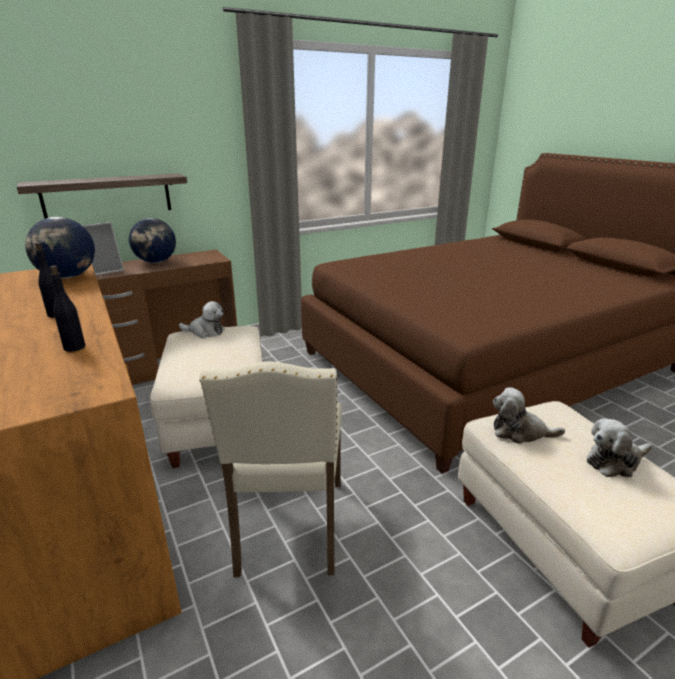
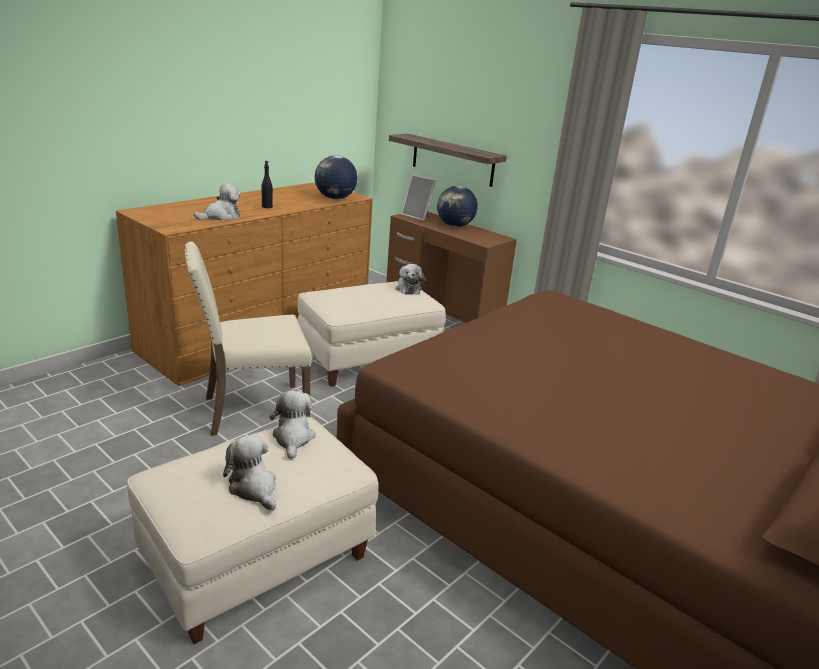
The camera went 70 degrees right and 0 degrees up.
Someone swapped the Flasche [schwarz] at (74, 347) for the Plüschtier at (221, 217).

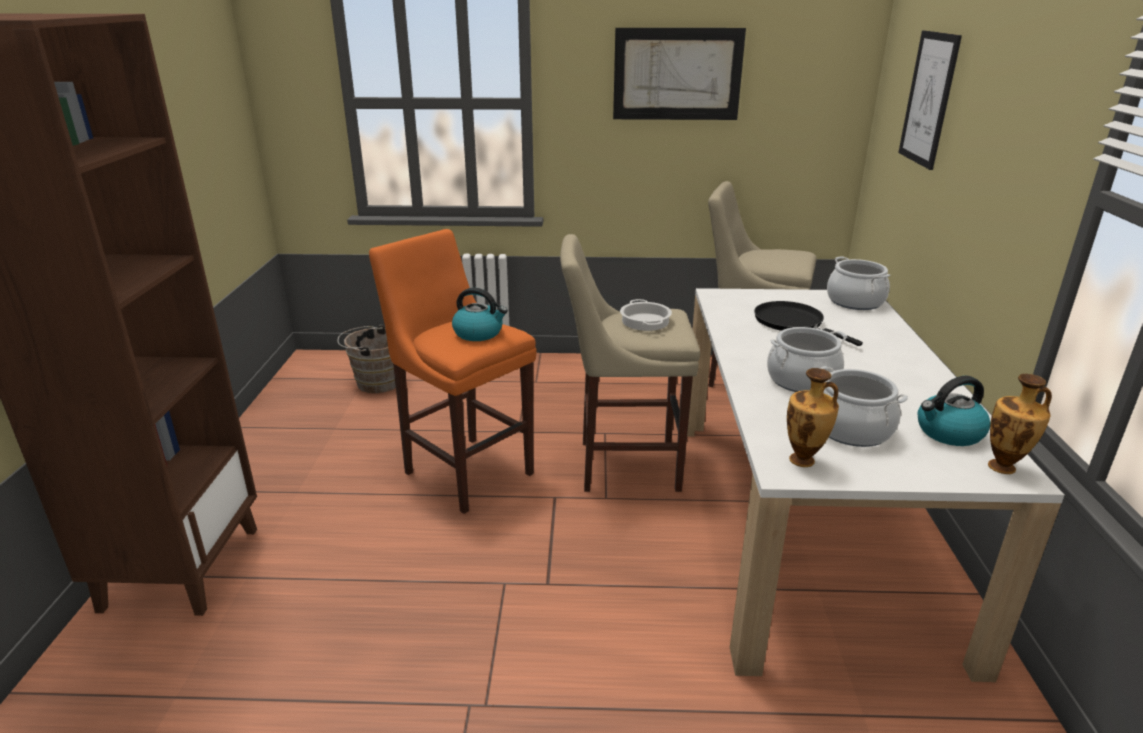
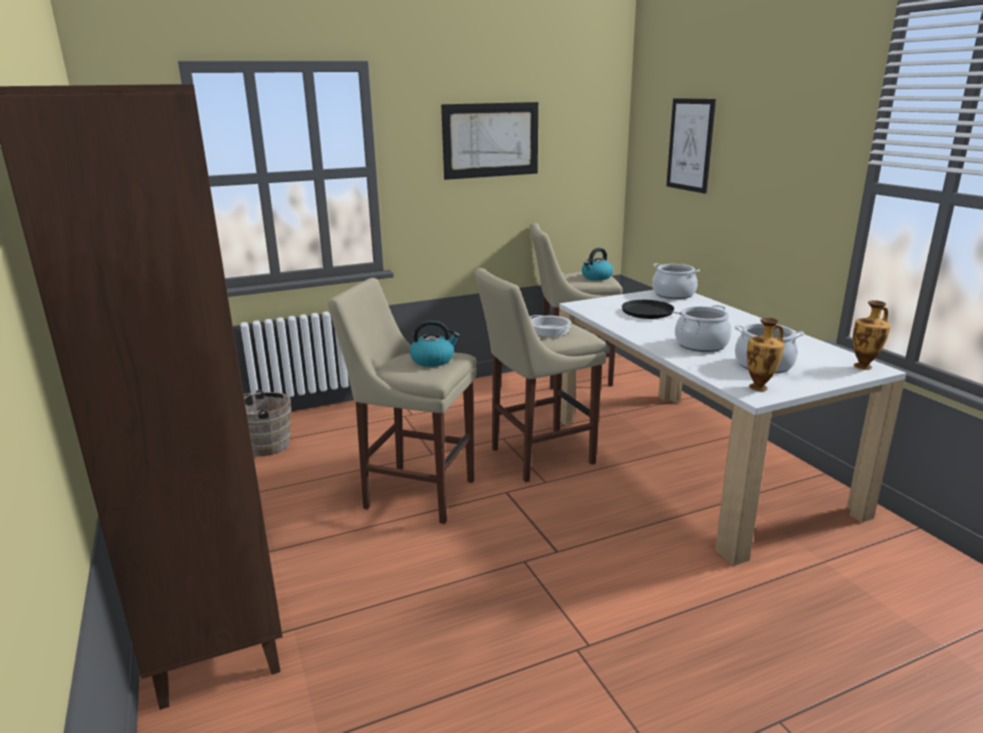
The camera went 25 degrees left and 5 degrees down.
Someone repainted the Hocker [orange] at (465, 470), which became the Hocker [beige] at (415, 492).
Someone carried the Wasserkessel from (948, 433) to (596, 277).

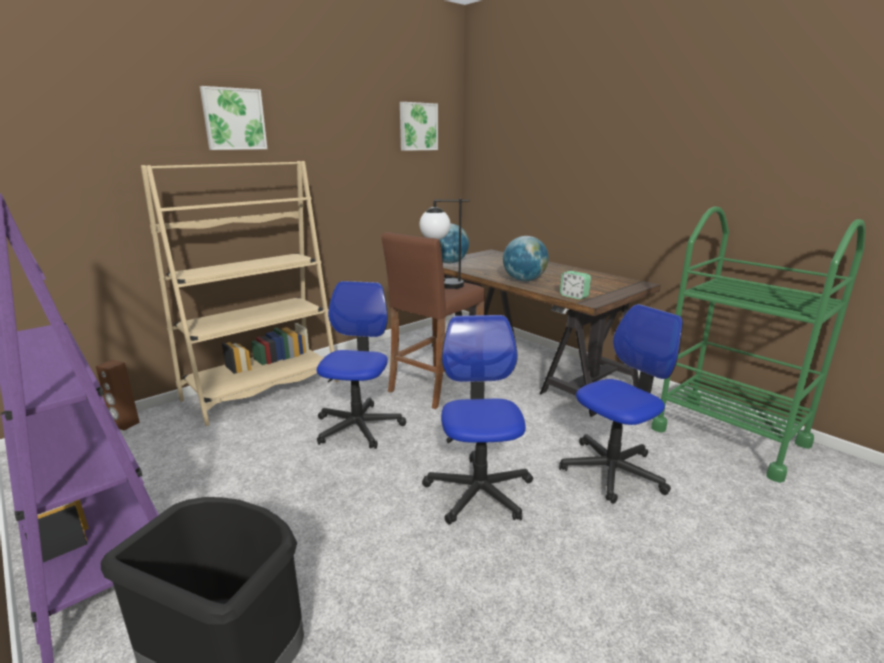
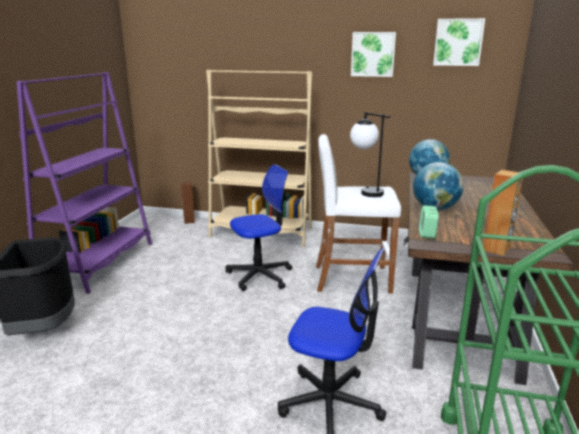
The camera went 55 degrees right and 0 degrees up.
Someone carried the Bild from (234, 119) to (373, 54).
Someone repainted the Hocker [braun] at (435, 385), which became the Hocker [weiß] at (351, 279).
Someone took away the Bürostuhl at (479, 491).
Someone put down the Lautsprecher [braun] at (496, 249).

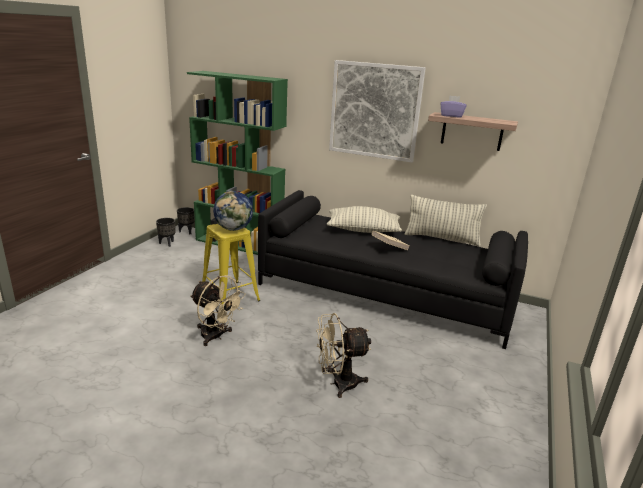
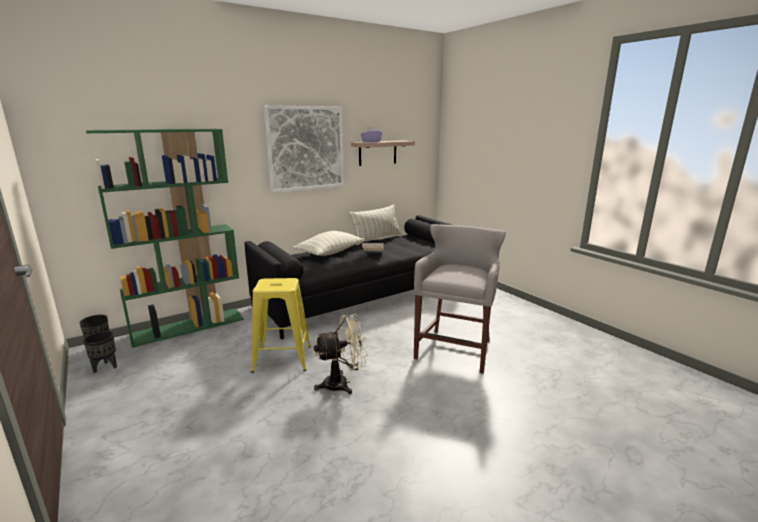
The camera went 55 degrees left and 5 degrees down.
Someone took away the Globus at (234, 229).
Someone swapped the Ventilator [beige] at (338, 383) for the Hocker [grau] at (455, 348).

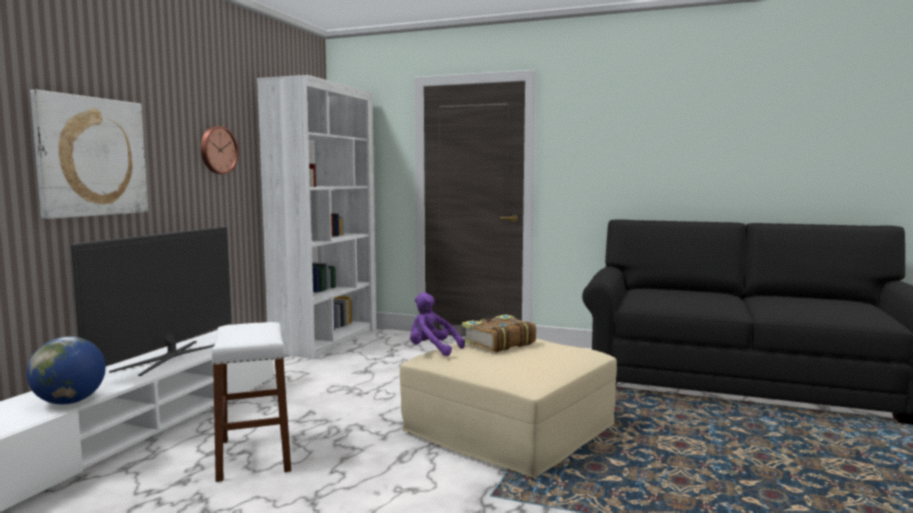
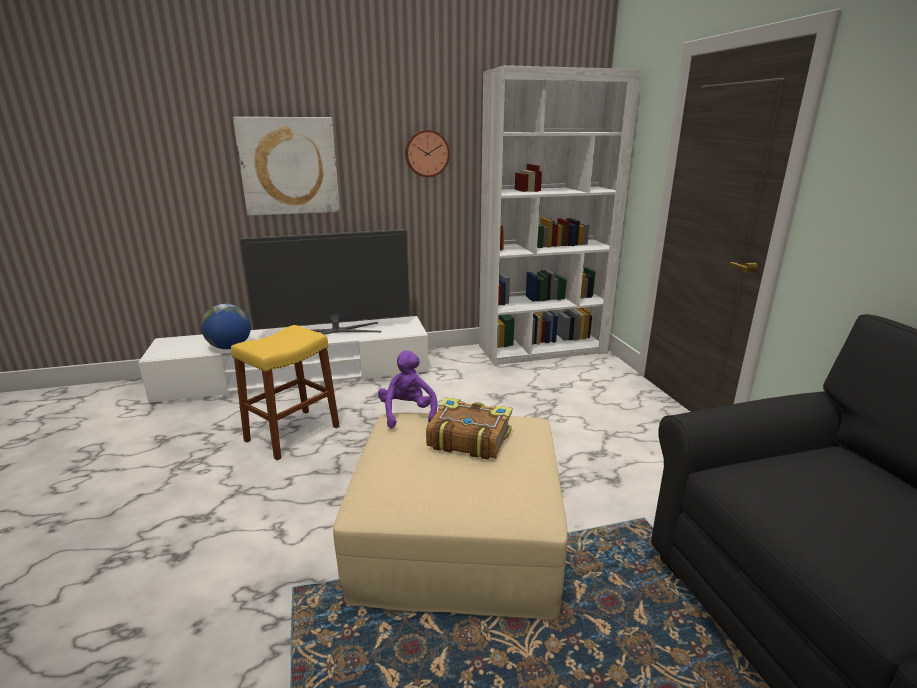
The camera went 55 degrees right and 15 degrees up.
Someone repainted the Hocker [weiß] at (254, 455), which became the Hocker [gelb] at (292, 433).

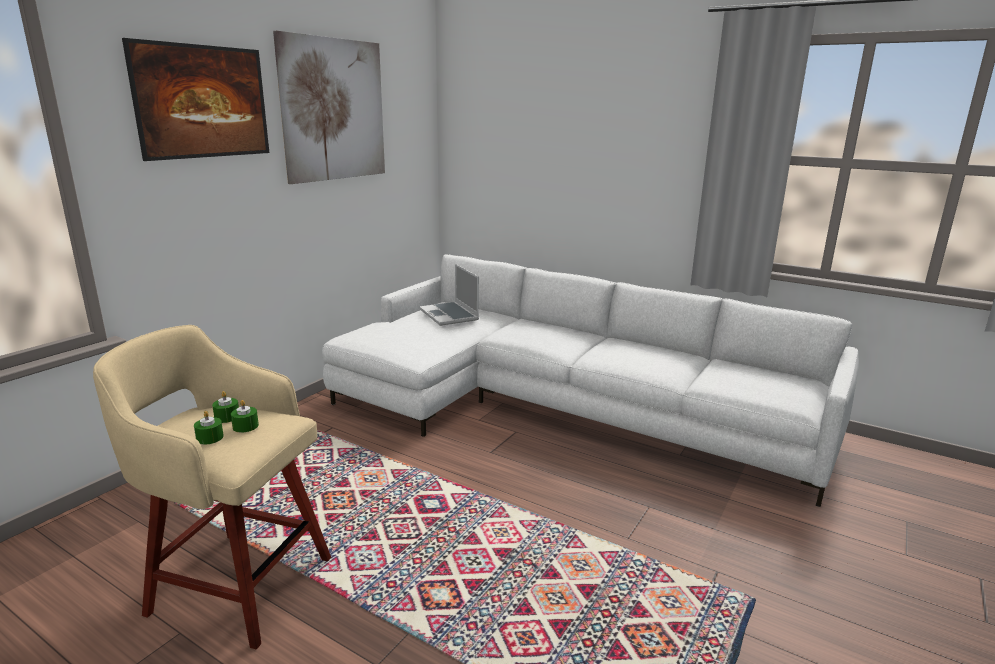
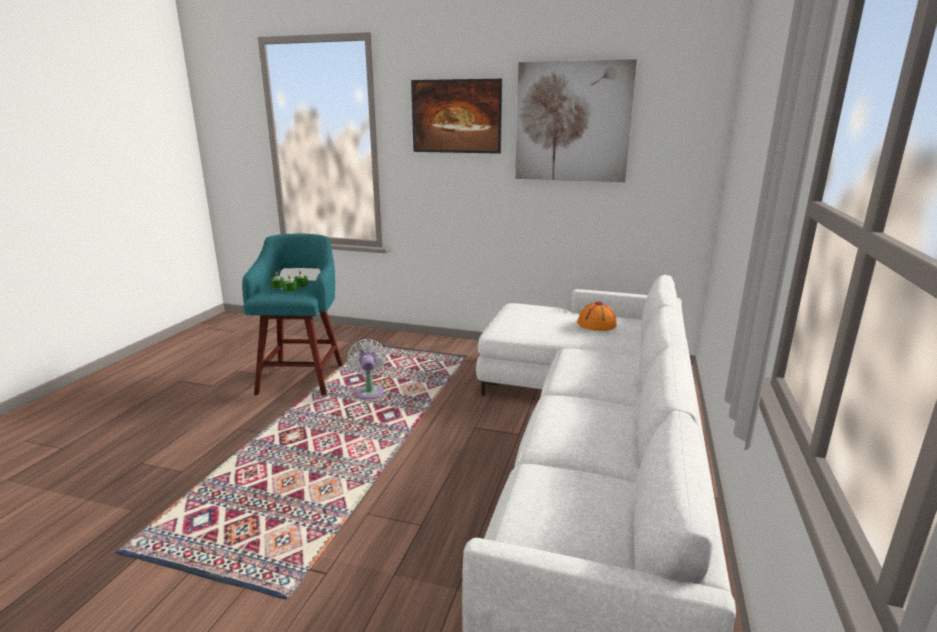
The camera went 75 degrees right and 0 degrees up.
Someone repainted the Hocker [beige] at (237, 583), which became the Hocker [türkis] at (302, 377).
Someone swapped the Laptop at (450, 315) for the Hut [orange] at (597, 324).
Someone put down the Ventilator [weiß] at (369, 391).

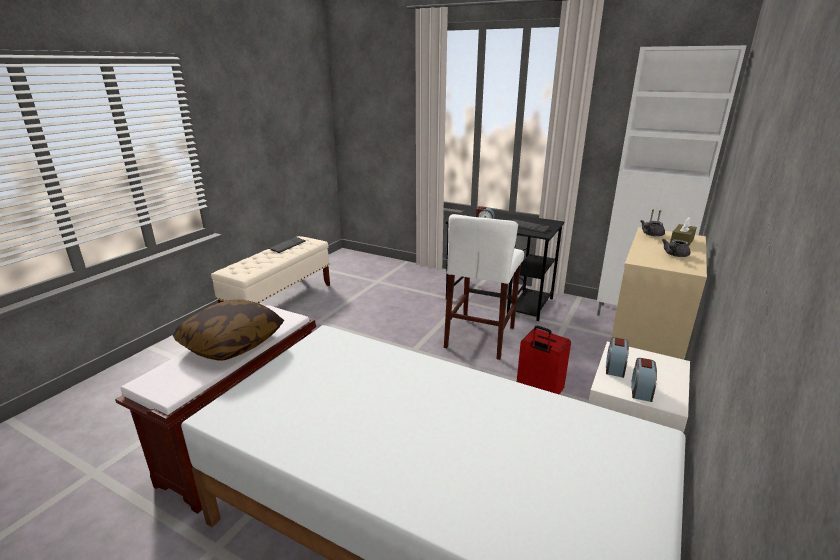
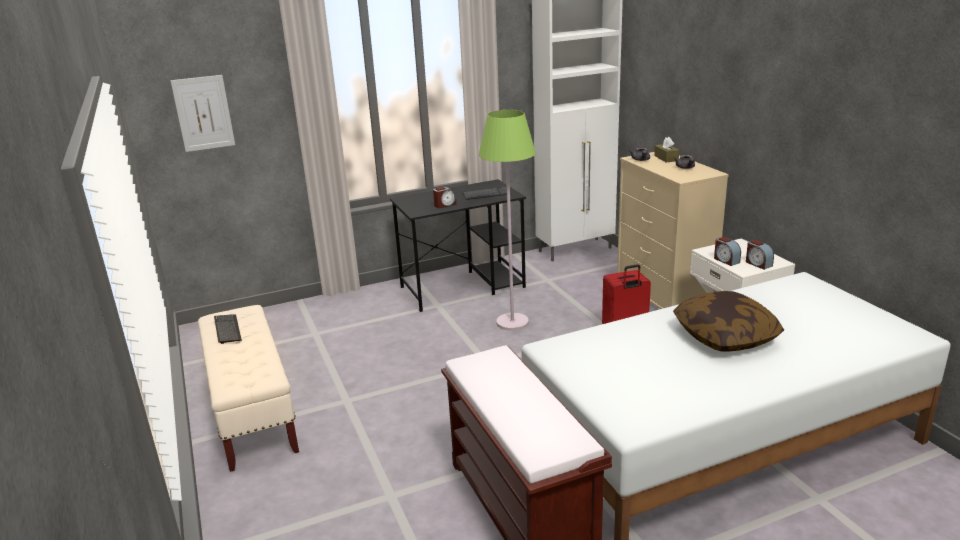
The camera went 50 degrees left and 0 degrees up.
Someone carried the Kissen from (232, 343) to (725, 336).
Someone swapped the Hocker [weiß] at (480, 337) for the Stehlampe [grün] at (512, 323).
Someone put up the Bild at (203, 113).

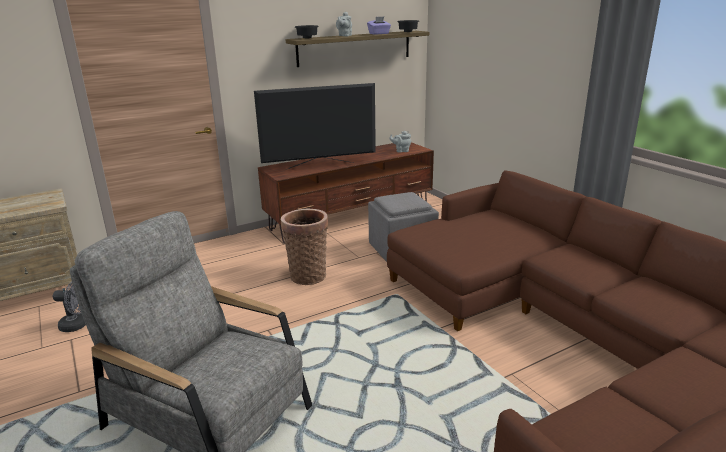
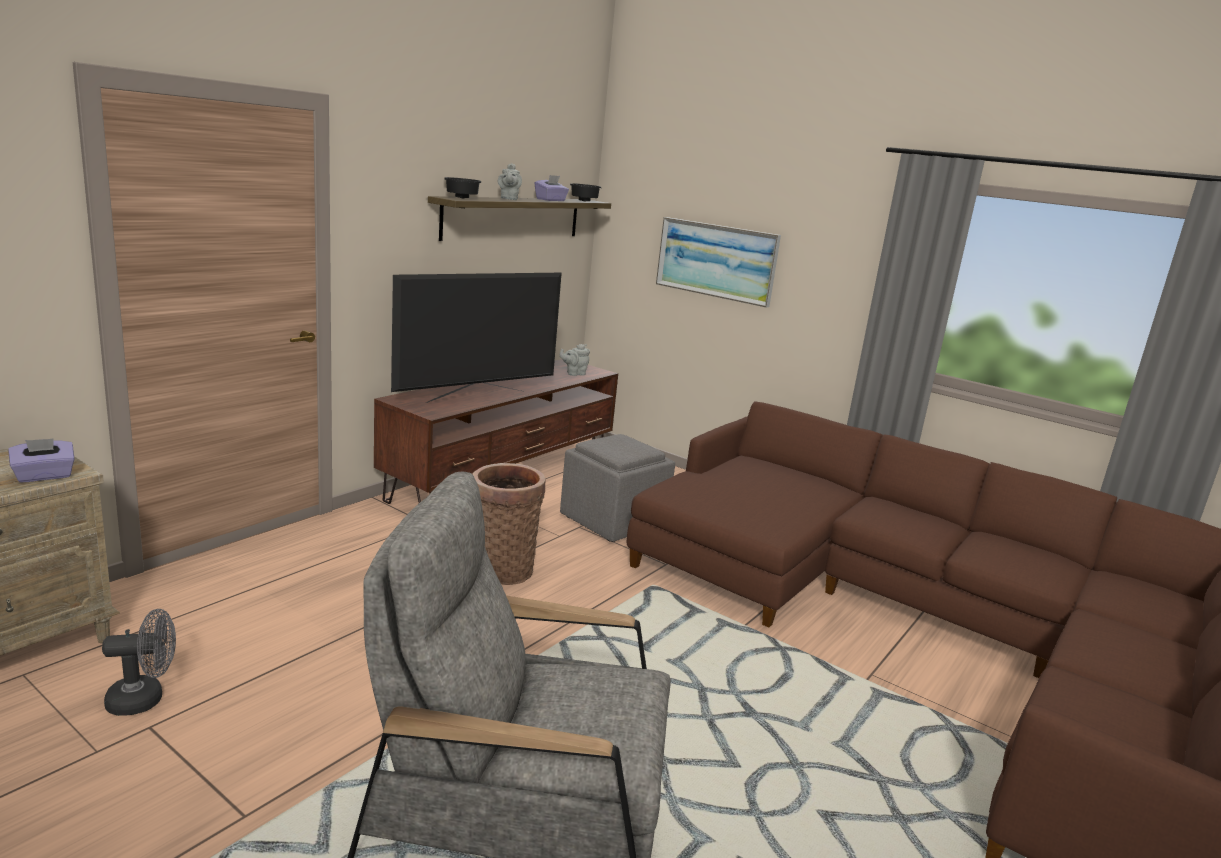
The camera went 25 degrees left and 5 degrees down.
Someone put down the Taschentuchbox [lila] at (44, 476).
Someone put up the Bild at (716, 260).

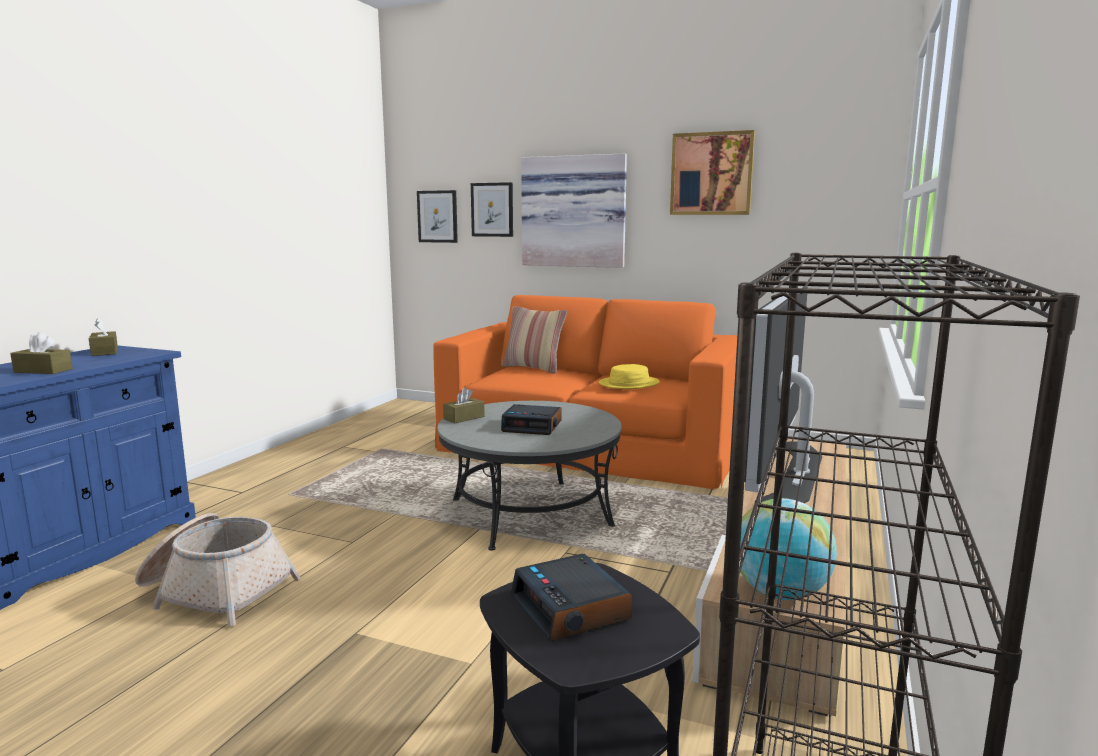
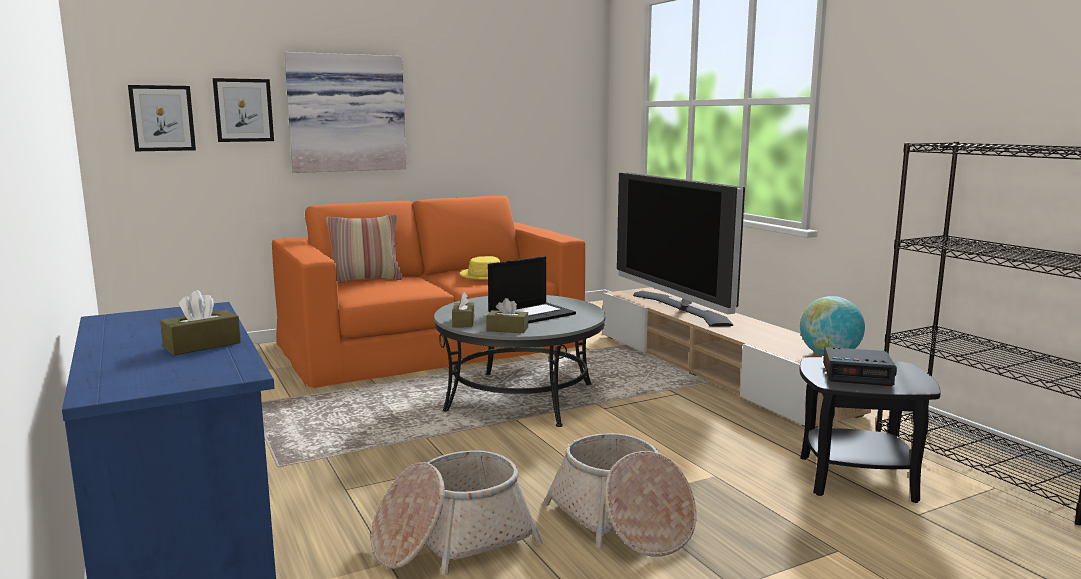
The camera went 50 degrees left and 0 degrees up.
Someone carried the Taschentuchbox [braun] from (104, 352) to (507, 329).
Someone swapped the Wecker at (532, 426) for the Laptop at (532, 314).
Someone took away the Bild at (711, 174).
Someone put down the Korb at (621, 521).

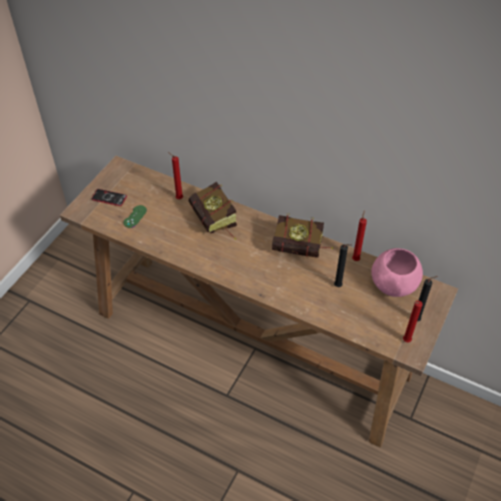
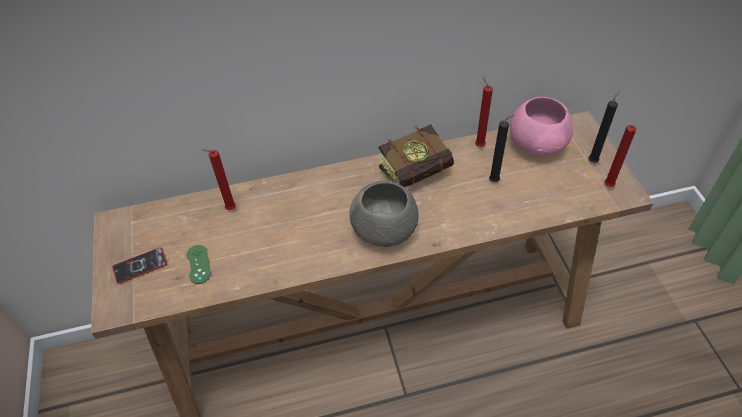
The camera went 40 degrees left and 0 degrees up.
Someone took away the Buch at (216, 223).
Someone put down the Schüssel [grau] at (385, 230).

